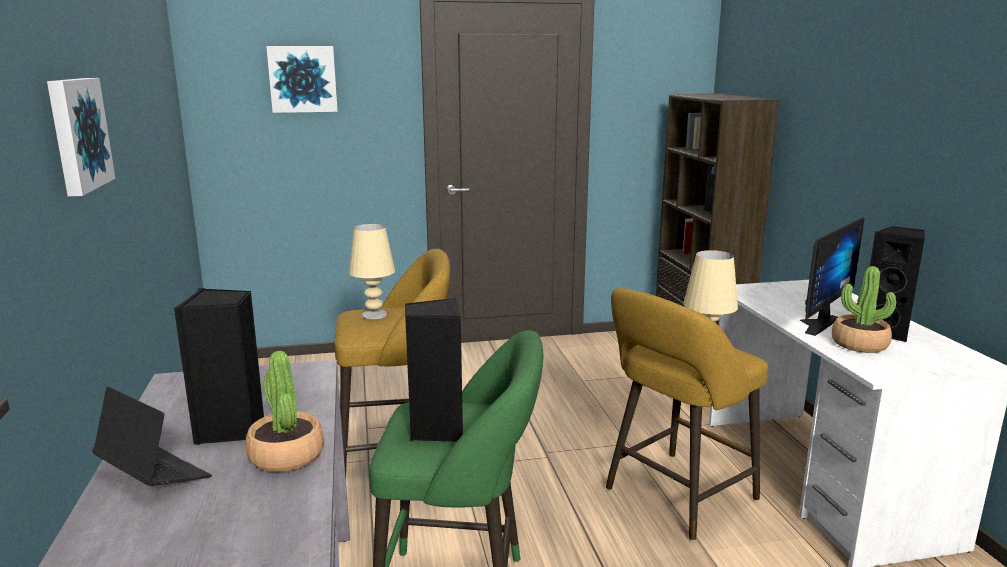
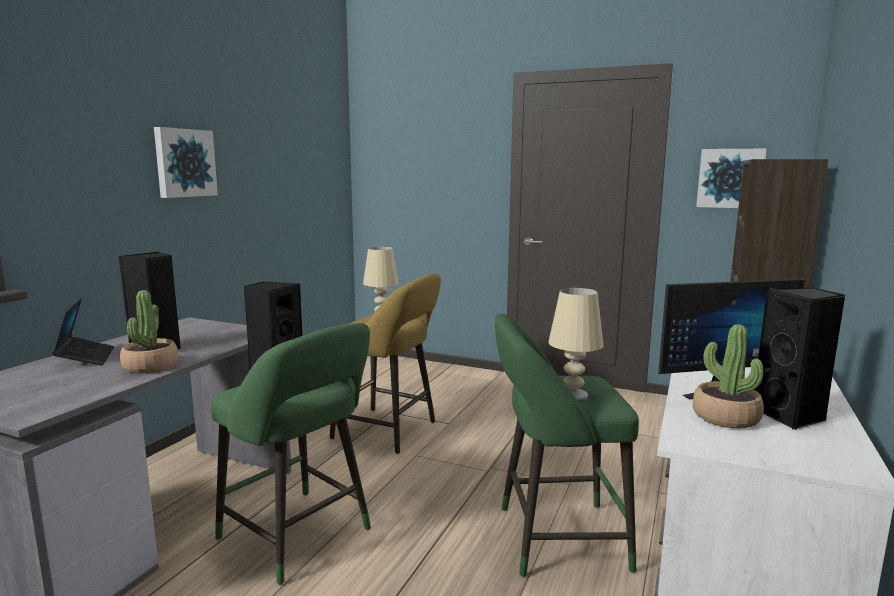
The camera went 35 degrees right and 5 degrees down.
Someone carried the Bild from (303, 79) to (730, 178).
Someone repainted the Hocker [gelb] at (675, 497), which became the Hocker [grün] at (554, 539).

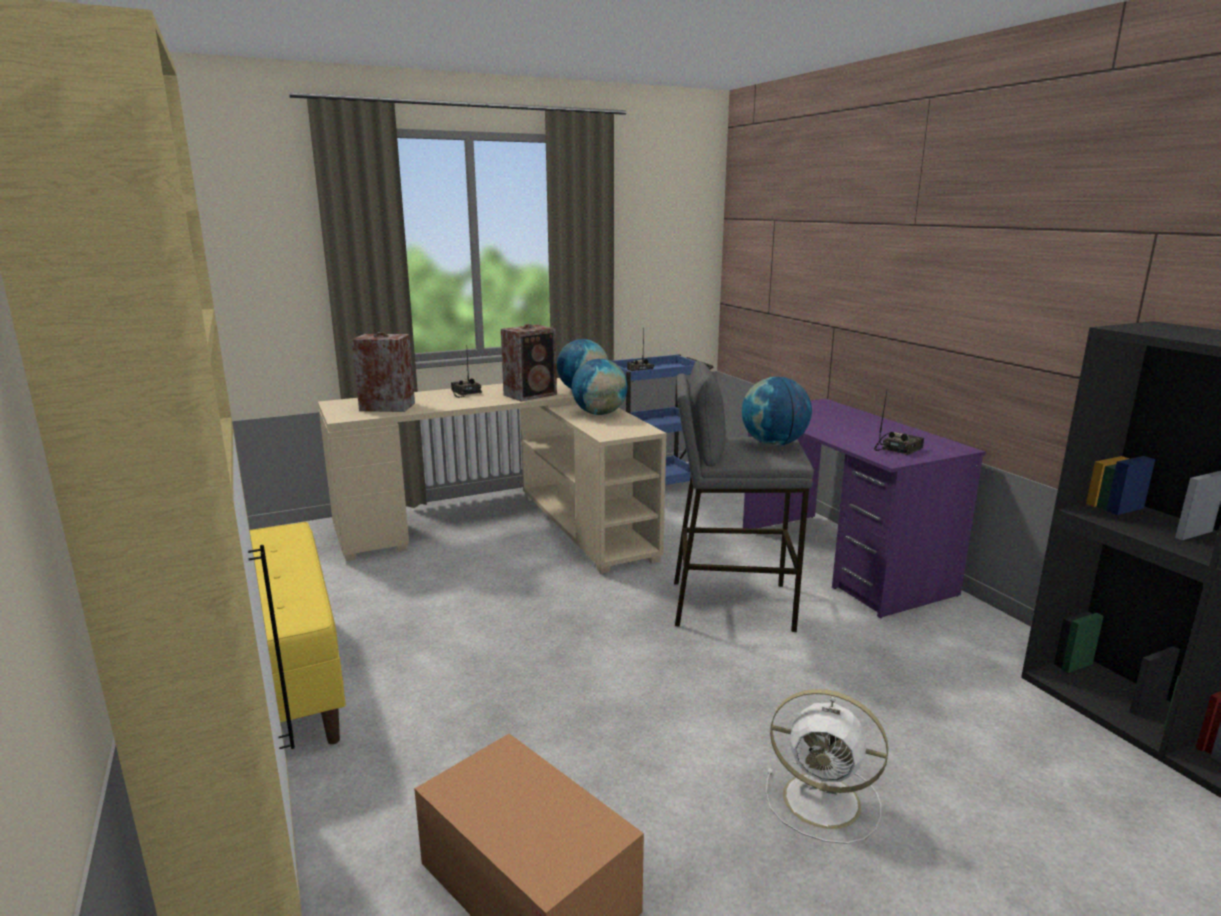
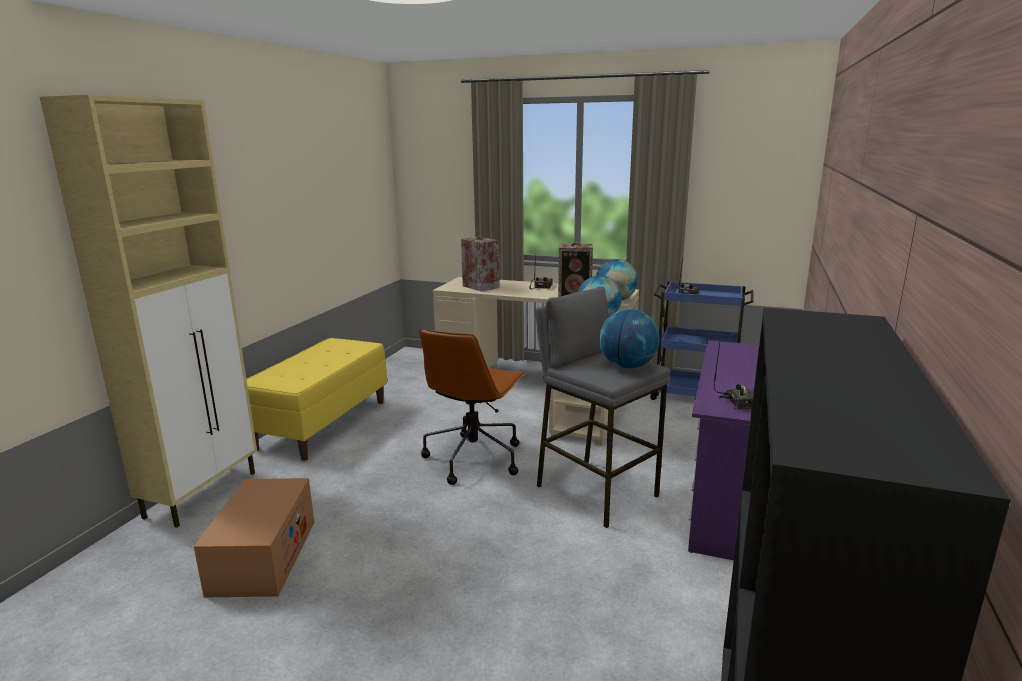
The camera went 45 degrees right and 0 degrees up.
Someone took away the Ventilator [weiß] at (825, 801).
Someone put down the Bürostuhl [braun] at (474, 458).

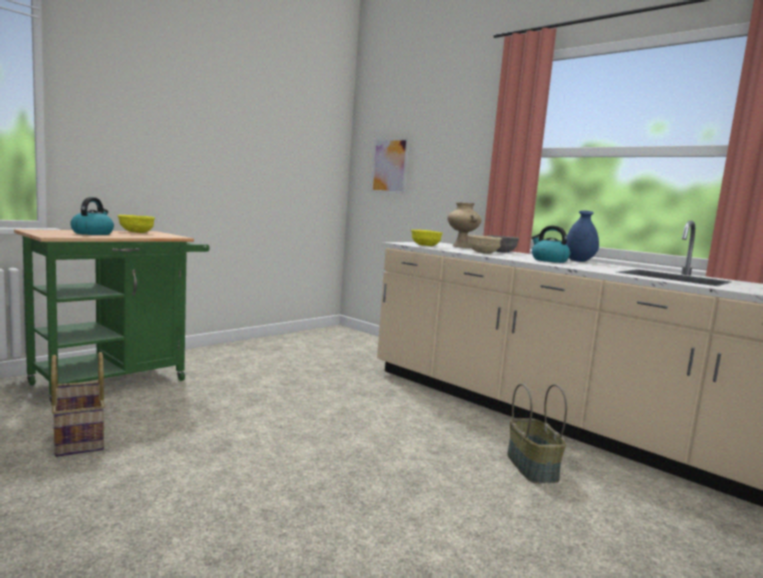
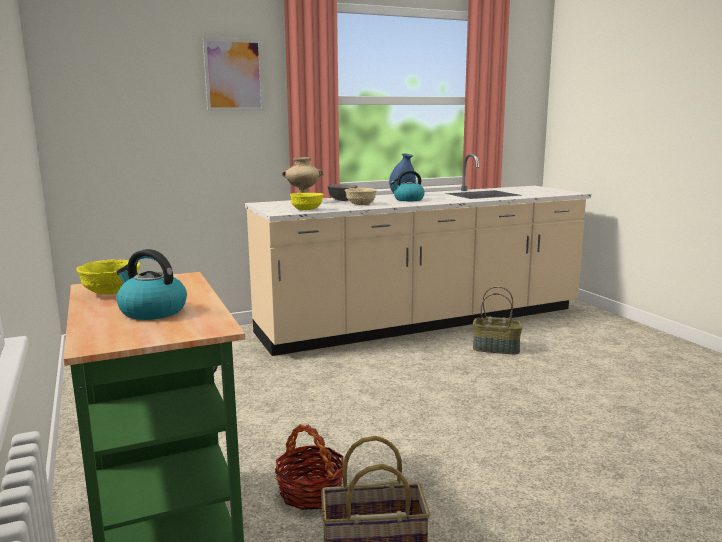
The camera went 65 degrees left and 5 degrees up.
Someone carried the Bild from (389, 165) to (234, 75).
Someone put down the Korb at (310, 492).

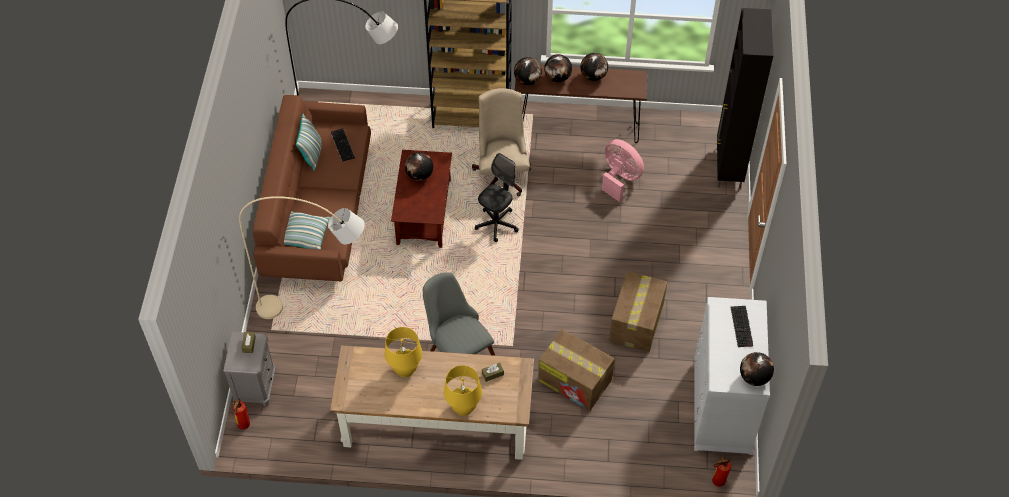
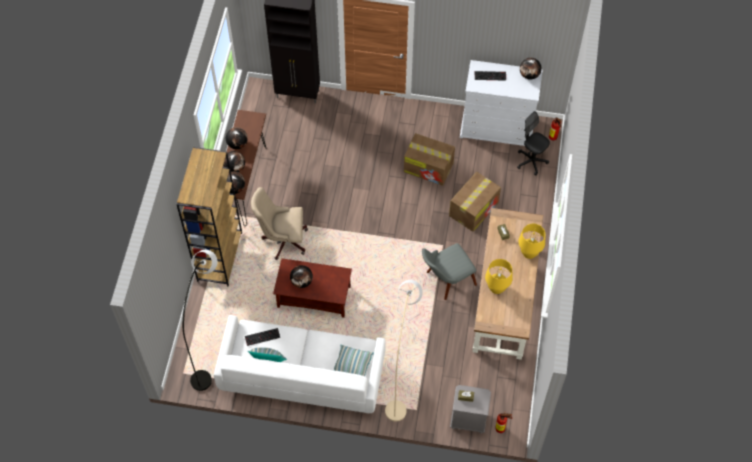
The camera went 85 degrees left and 5 degrees up.
Someone repainted the Sofa [braun] at (319, 210), which became the Sofa [weiß] at (302, 373).
Someone carried the Bürostuhl [schwarz] from (496, 224) to (531, 161).
Someone took away the Ventilator [rosa] at (619, 179).

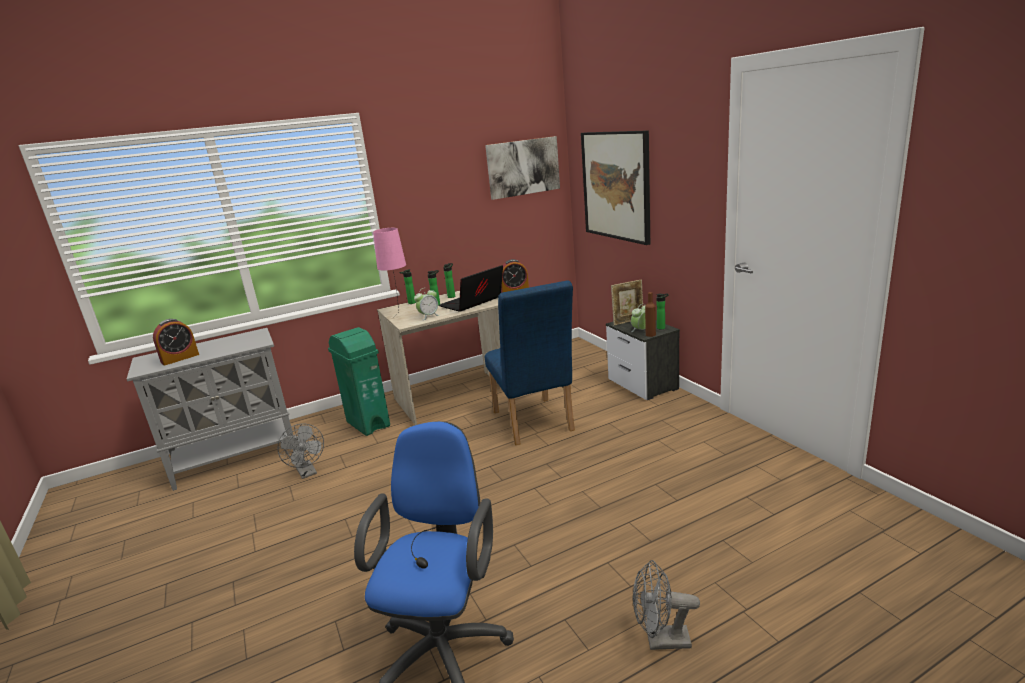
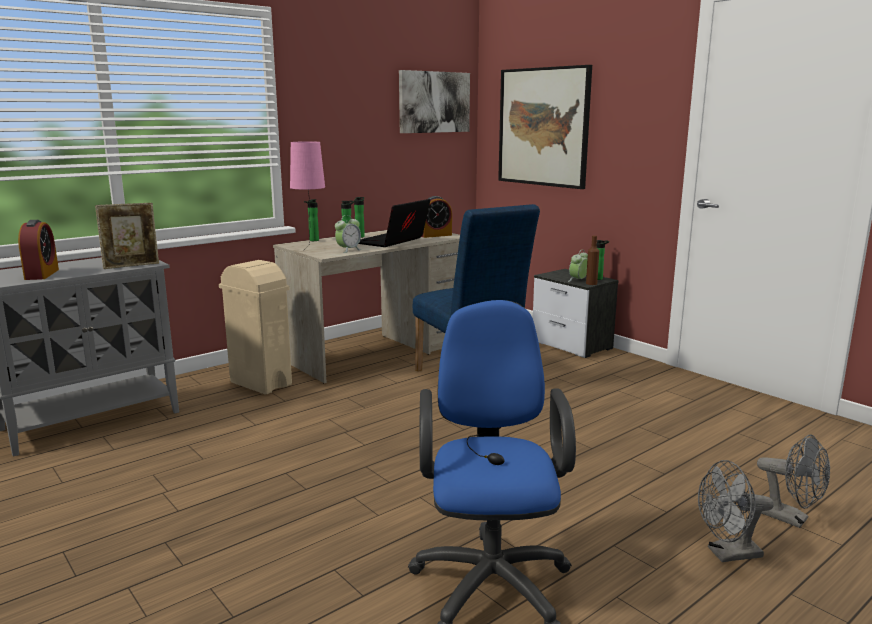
The camera went 15 degrees left and 5 degrees down.
Someone rotated the Wecker at (180, 358) by 45 degrees counterclockwise.
Someone carried the Ventilator [grau] from (308, 473) to (790, 518).
Someone repainted the Mülleimer [grün] at (368, 423), which became the Mülleimer [beige] at (260, 383).
Someone carried the Bilderrahmen from (628, 321) to (131, 266).

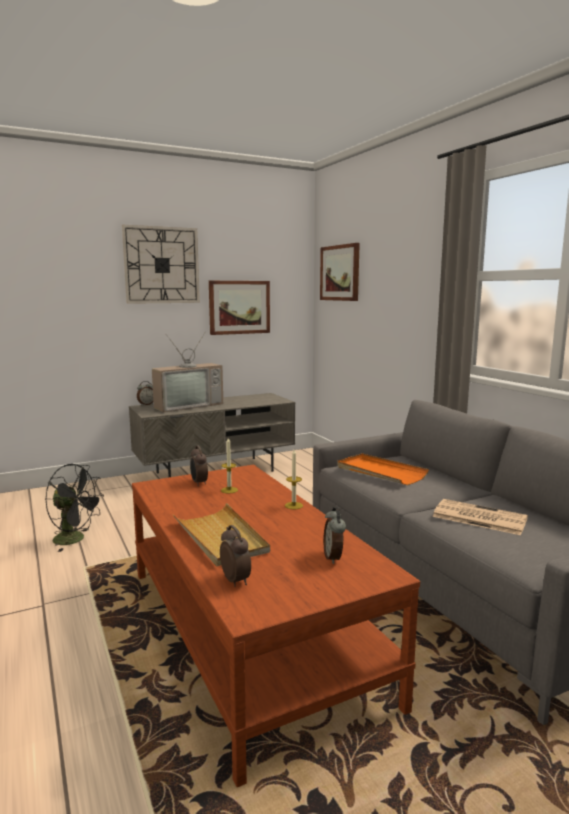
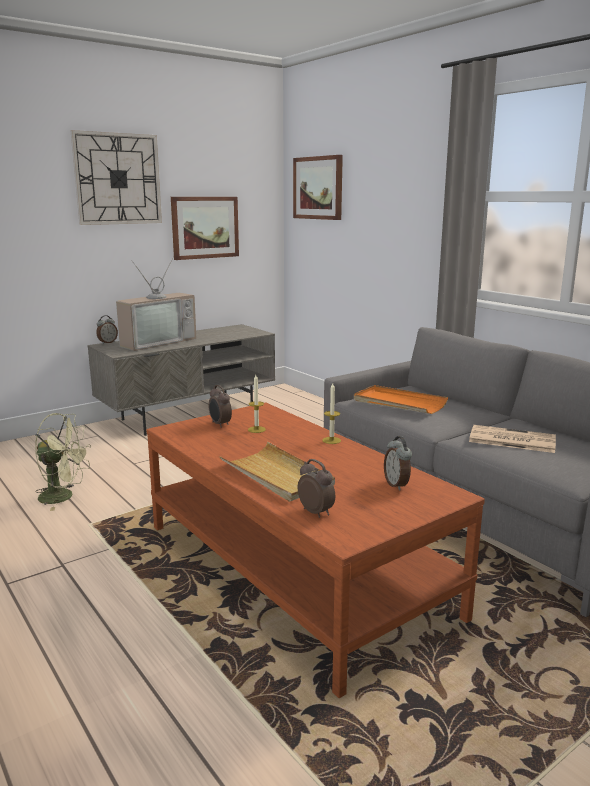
The camera went 10 degrees left and 5 degrees up.
Someone repainted the Ventilator [schwarz] at (75, 539), which became the Ventilator [grün] at (63, 497).

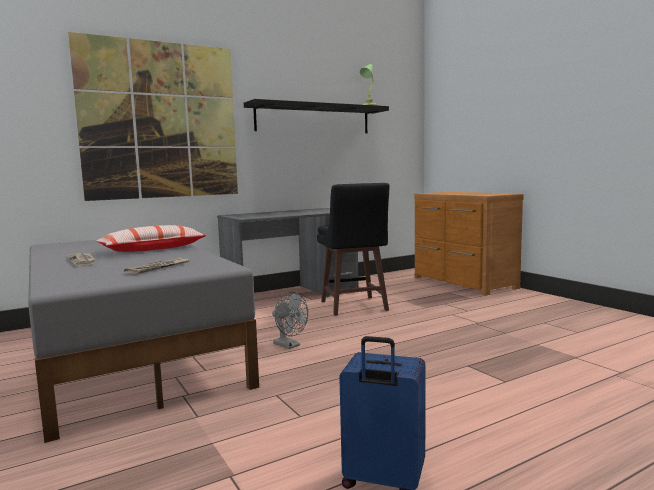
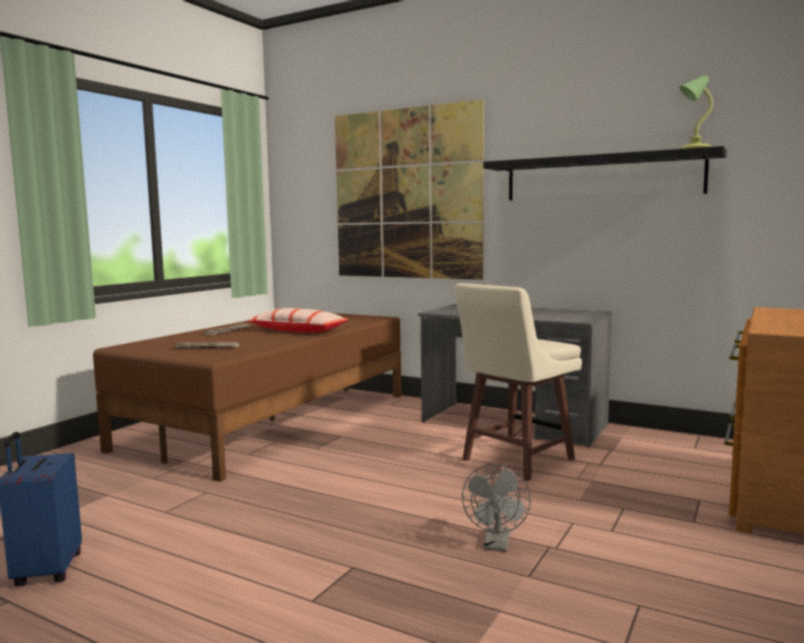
The camera went 60 degrees right and 0 degrees up.
Someone repainted the Bett [grau] at (130, 351), which became the Bett [braun] at (272, 420).
Someone carried the Ventilator [grau] from (289, 345) to (497, 545).
Someone repainted the Hocker [schwarz] at (353, 306), which became the Hocker [beige] at (515, 460).

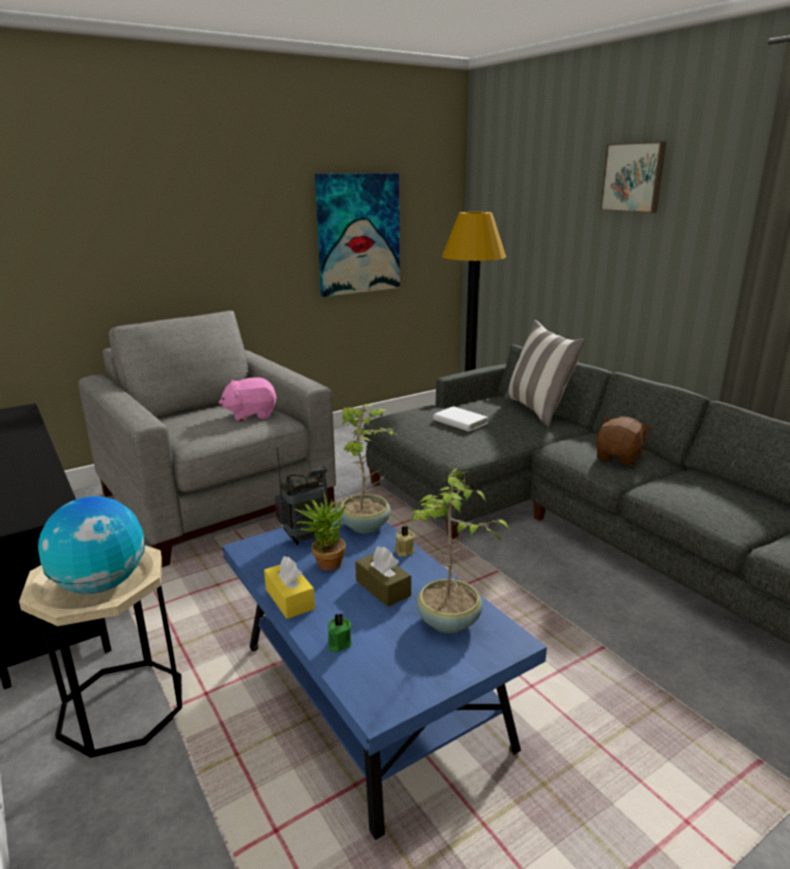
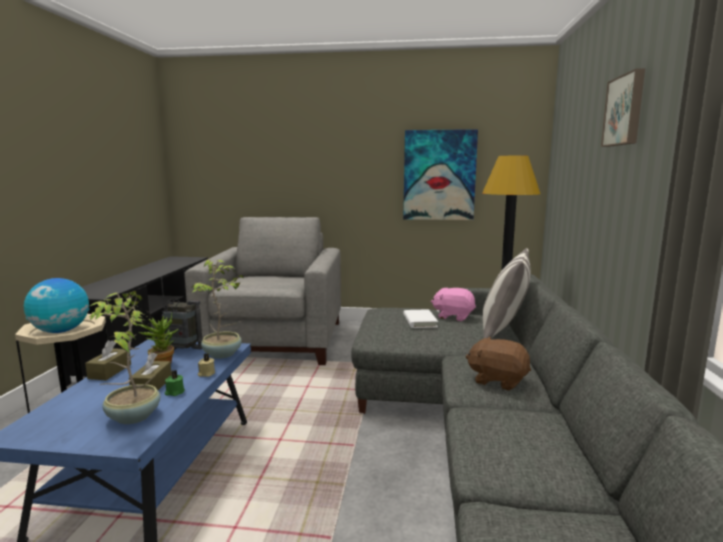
The camera went 40 degrees right and 10 degrees down.
Someone carried the Plüschtier [rosa] from (251, 415) to (453, 316).
Someone repainted the Taschentuchbox [gelb] at (290, 599), which became the Taschentuchbox [braun] at (110, 371).
Someone carried the Kerze [grün] from (338, 643) to (174, 392).
Someone rotated the Plüschtier [braun] at (619, 457) by 135 degrees counterclockwise.

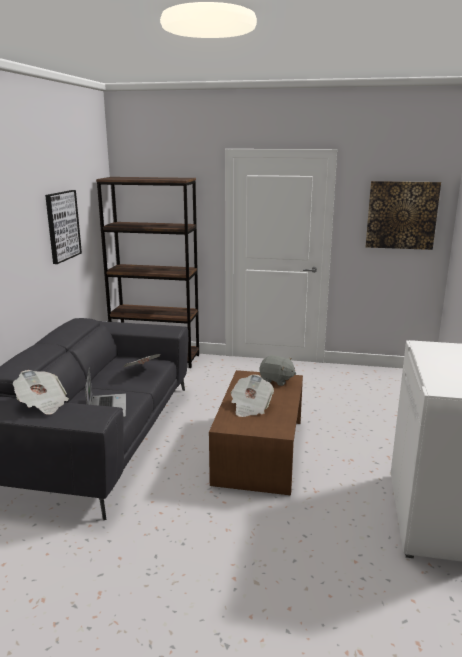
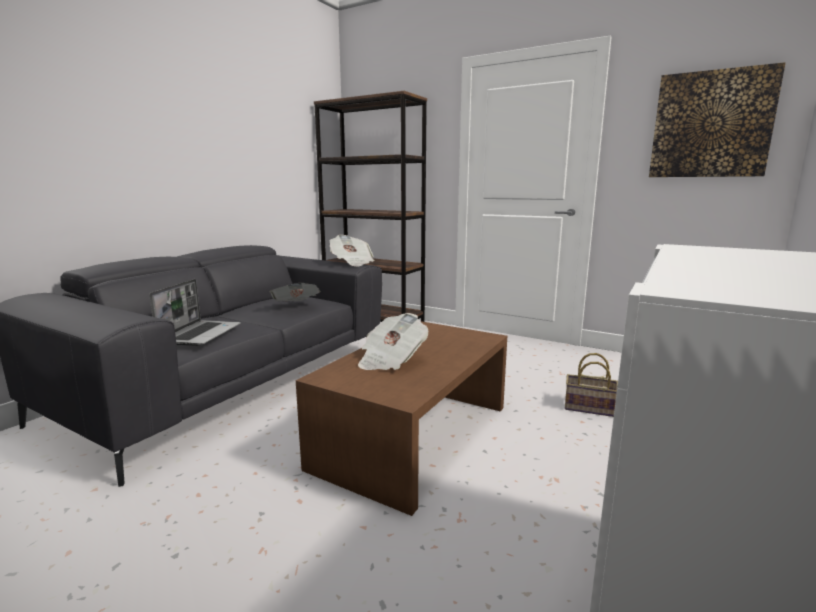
The camera went 20 degrees right and 5 degrees down.
Someone carried the Zeitung from (42, 404) to (352, 263).
Someone took away the Bild at (62, 226).
Someone took away the Plüschtier [grau] at (276, 380).
Someone put down the Korb at (588, 408).

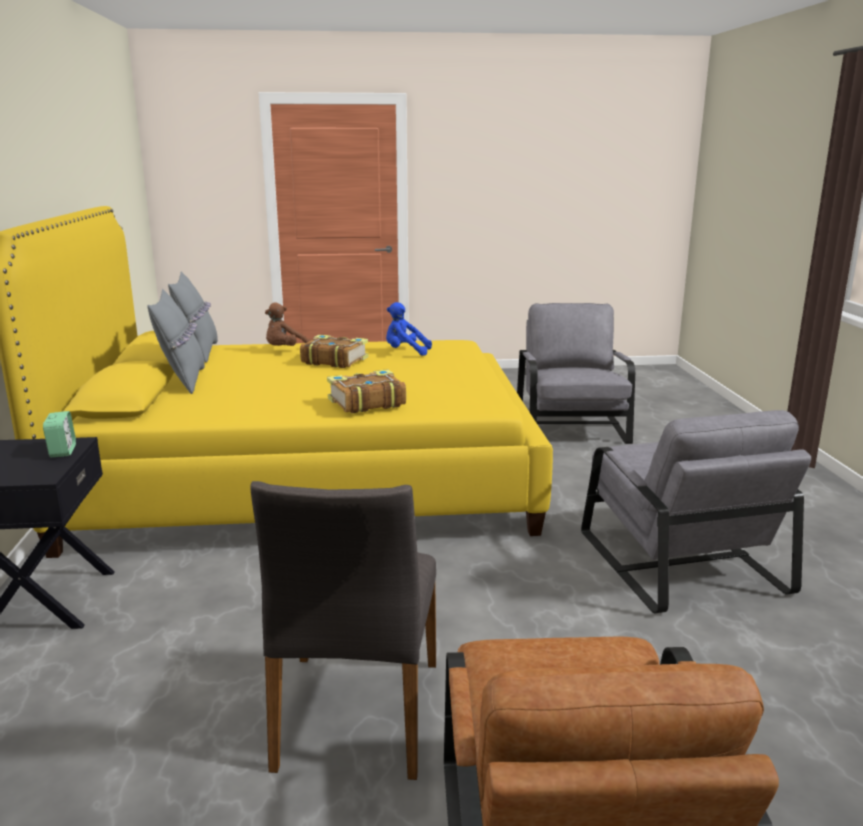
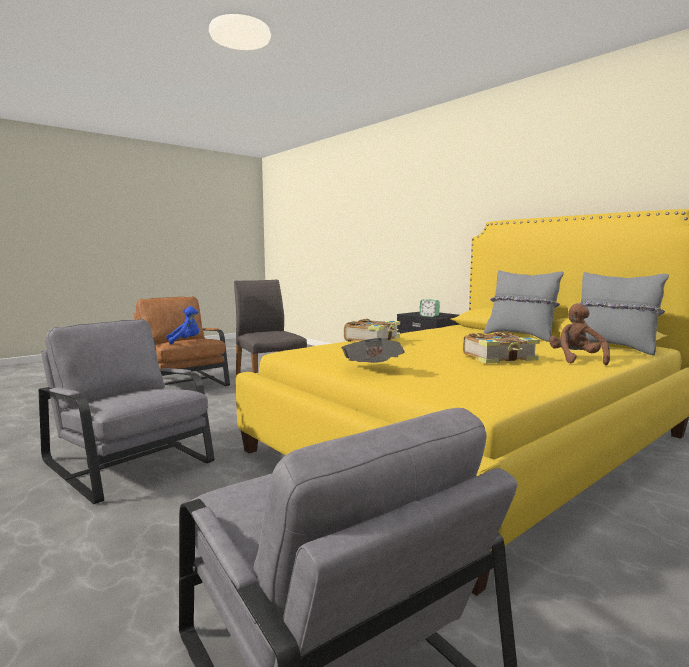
The camera went 145 degrees right and 10 degrees down.
Someone carried the Plüschtier [blau] from (405, 352) to (185, 341).
Someone put down the Zeitung at (373, 369).

